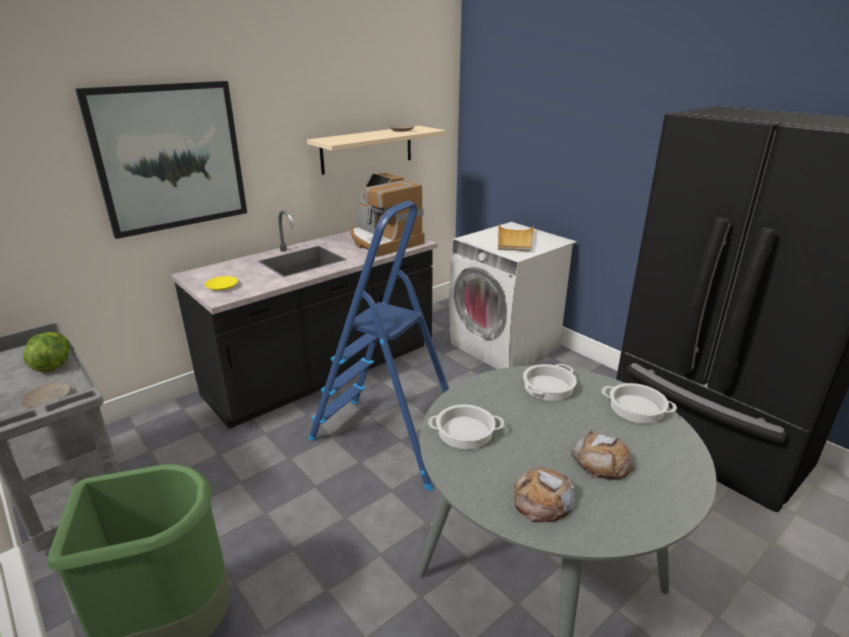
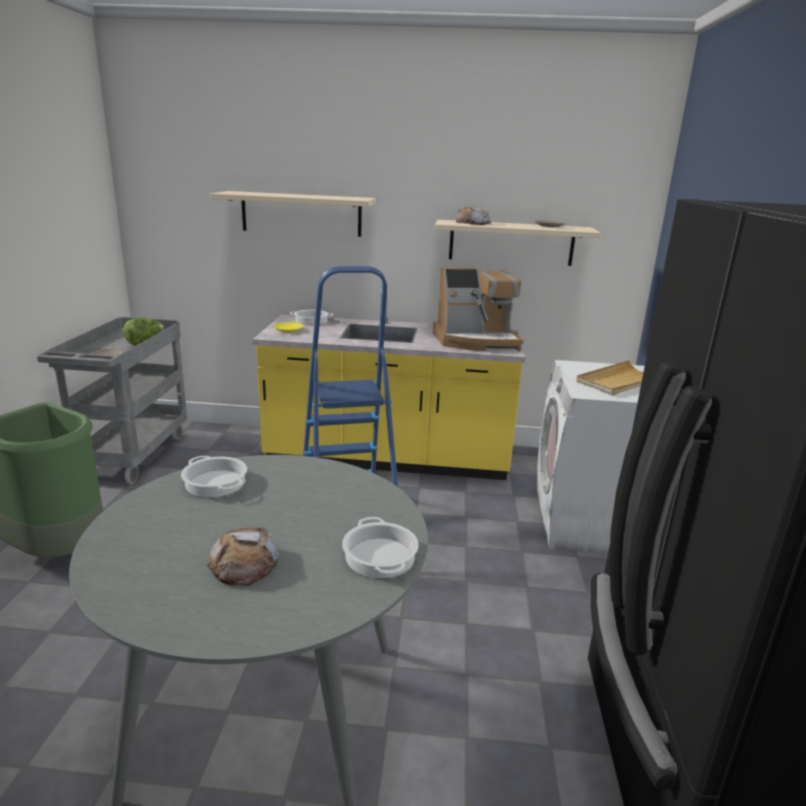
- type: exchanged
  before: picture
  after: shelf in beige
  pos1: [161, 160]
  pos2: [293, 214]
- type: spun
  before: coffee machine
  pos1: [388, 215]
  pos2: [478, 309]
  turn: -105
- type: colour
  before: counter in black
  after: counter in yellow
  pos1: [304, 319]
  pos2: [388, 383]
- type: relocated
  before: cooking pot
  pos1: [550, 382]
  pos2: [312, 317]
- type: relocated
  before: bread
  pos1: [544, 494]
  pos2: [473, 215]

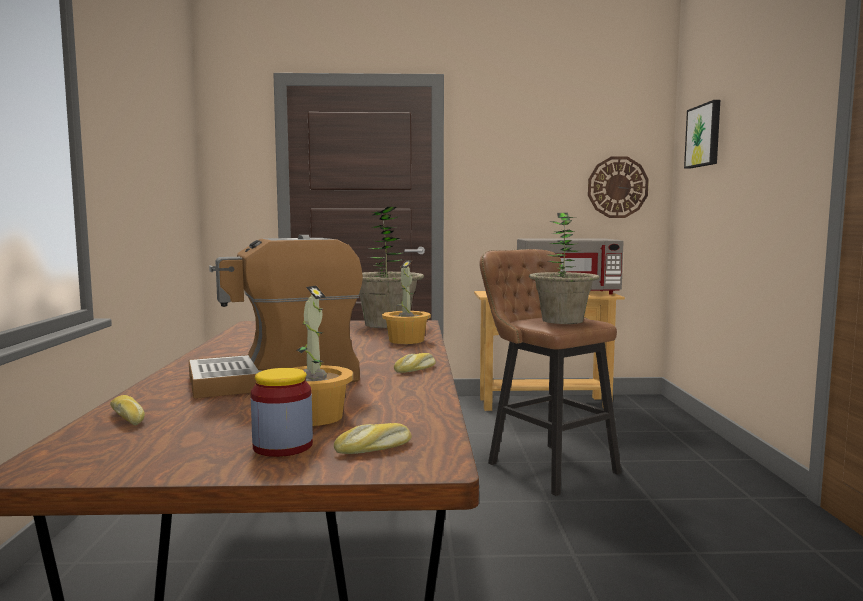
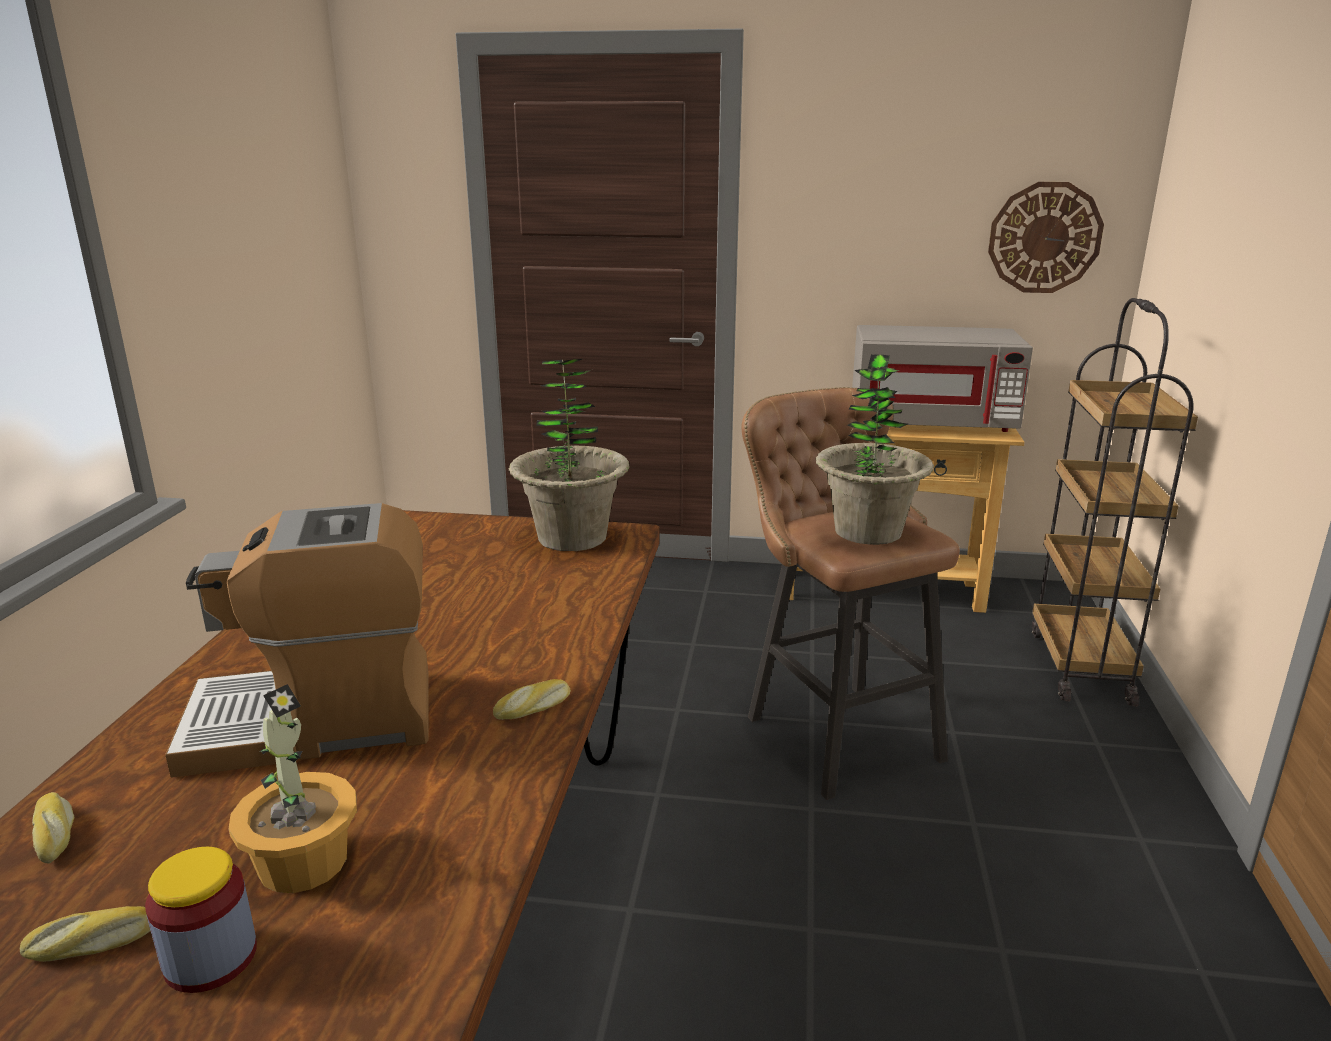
- type: missing
  before: picture
  pos1: [702, 134]
- type: missing
  before: potted plant
  pos1: [406, 302]
- type: relocated
  before: bread
  pos1: [373, 438]
  pos2: [85, 934]
- type: appeared
  after: cart in brown
  pos2: [1115, 502]

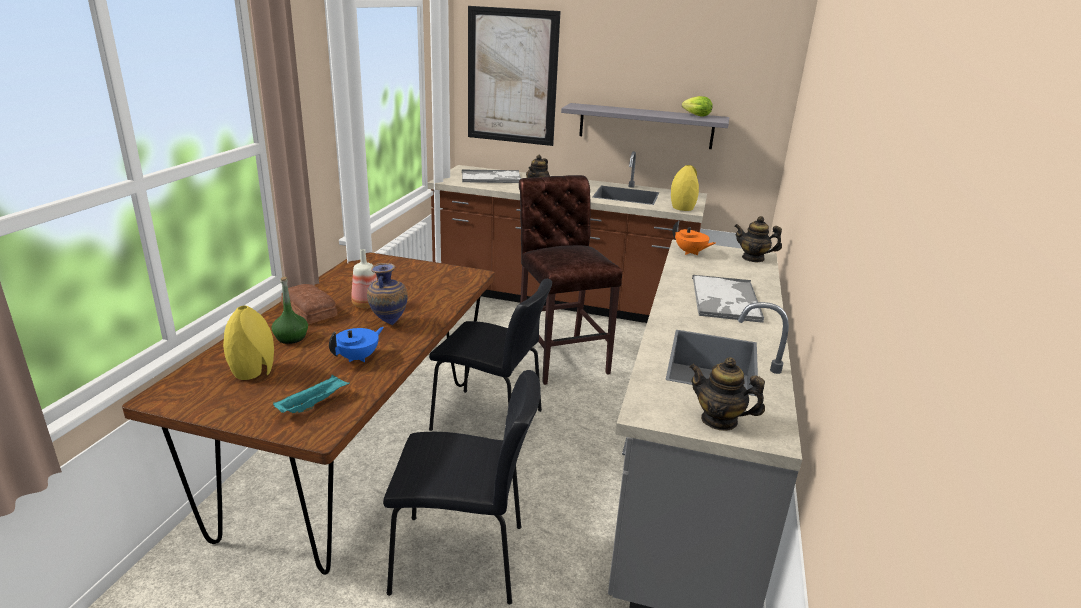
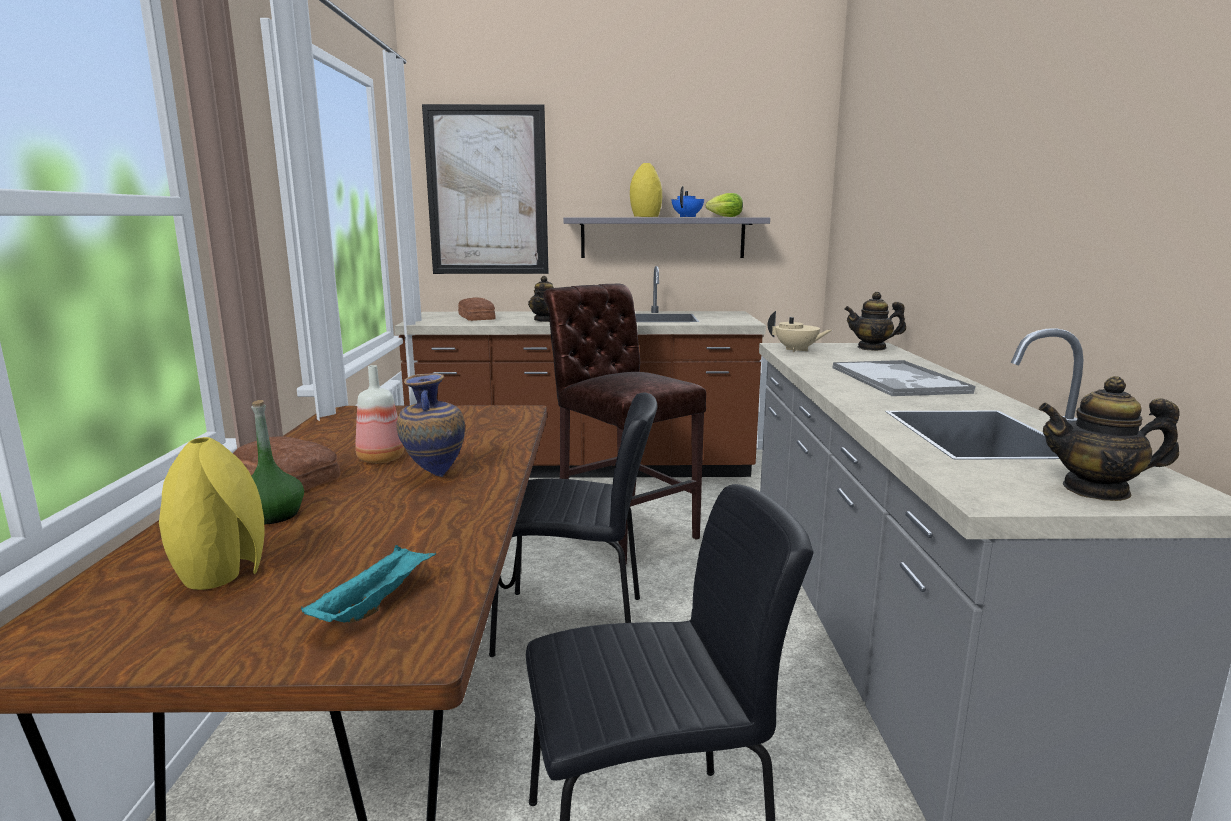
- type: relocated
  before: vase in yellow
  pos1: [685, 188]
  pos2: [646, 190]
- type: exchanged
  before: tray
  after: bread
  pos1: [491, 176]
  pos2: [477, 309]
- type: colour
  before: teapot in orange
  after: teapot in beige
  pos1: [694, 238]
  pos2: [800, 331]
- type: relocated
  before: teapot in blue
  pos1: [356, 344]
  pos2: [688, 201]

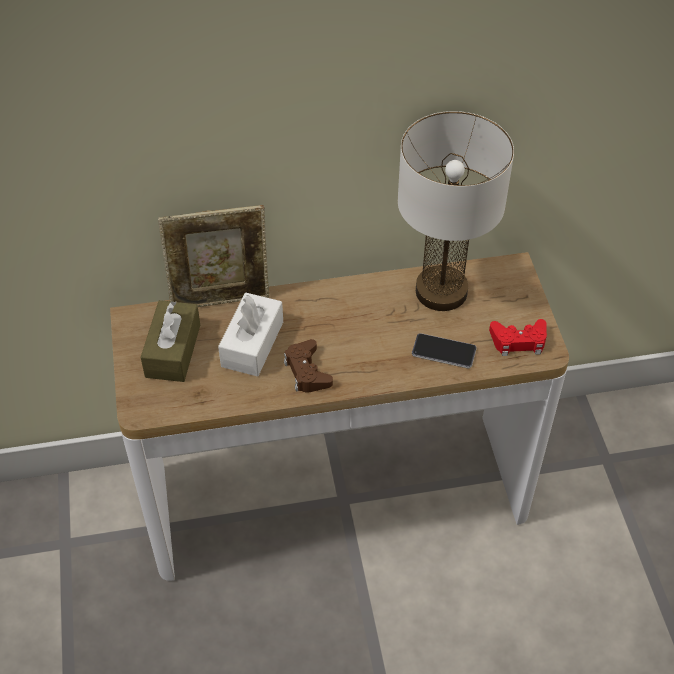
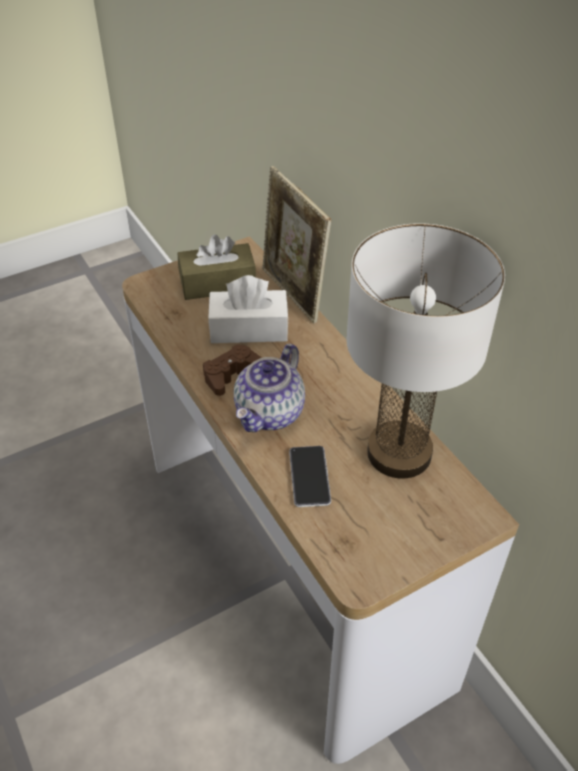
- type: missing
  before: game controller in red
  pos1: [518, 337]
- type: appeared
  after: teapot
  pos2: [269, 388]

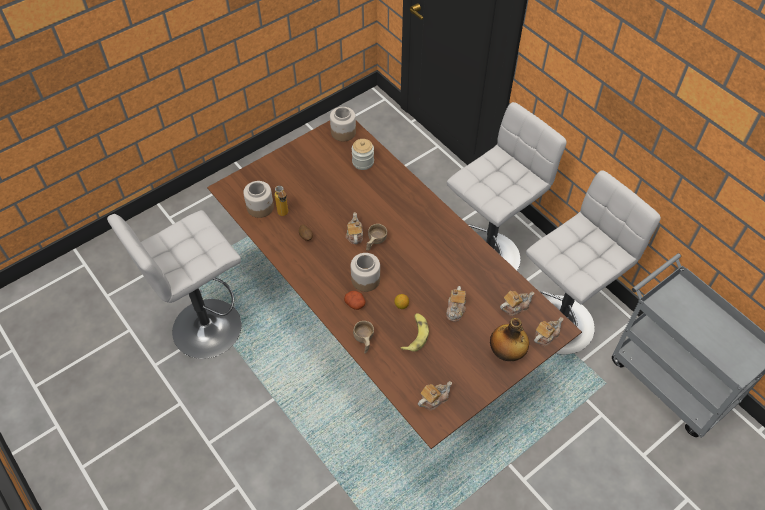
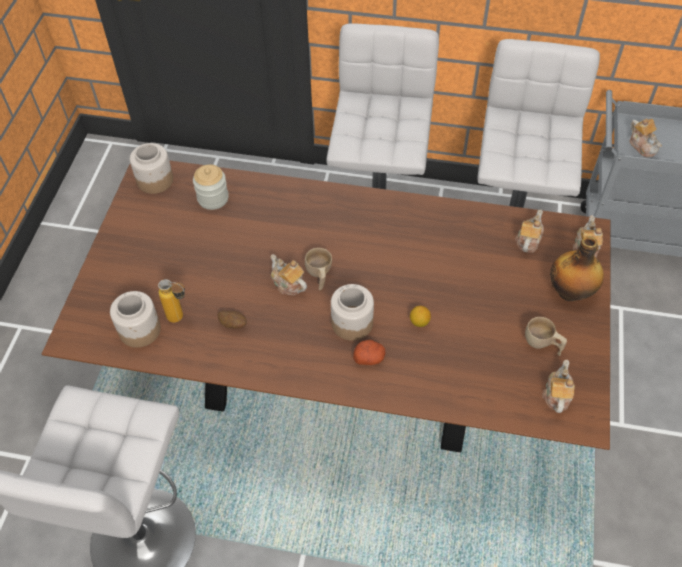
- type: relocated
  before: teapot
  pos1: [456, 303]
  pos2: [646, 138]
- type: missing
  before: banana
  pos1: [414, 332]
- type: relocated
  before: cup in beige
  pos1: [363, 337]
  pos2: [546, 336]

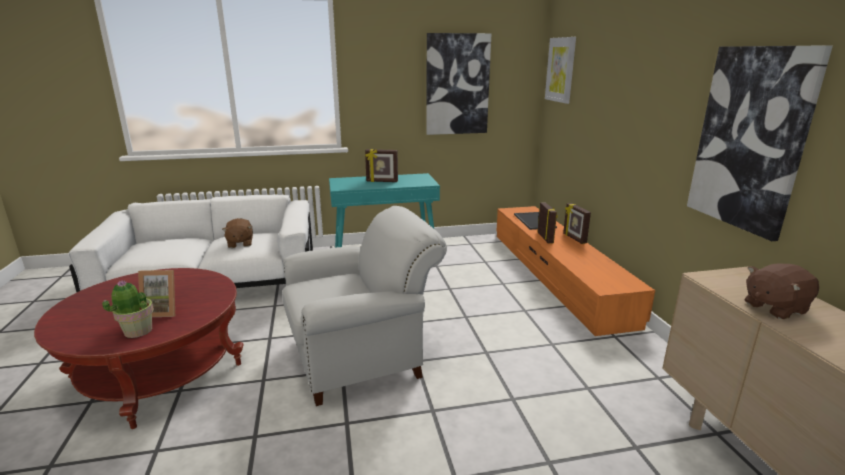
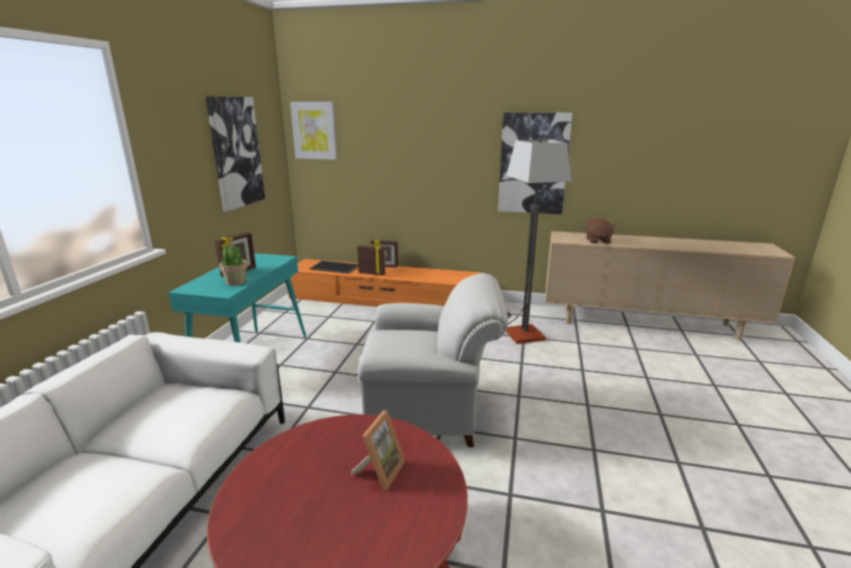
- type: spun
  before: armchair in white
  pos1: [364, 306]
  pos2: [433, 360]
  turn: 90
- type: missing
  before: plush toy in brown
  pos1: [237, 233]
- type: relocated
  before: potted plant
  pos1: [128, 309]
  pos2: [233, 264]
- type: appeared
  after: floor lamp
  pos2: [538, 241]

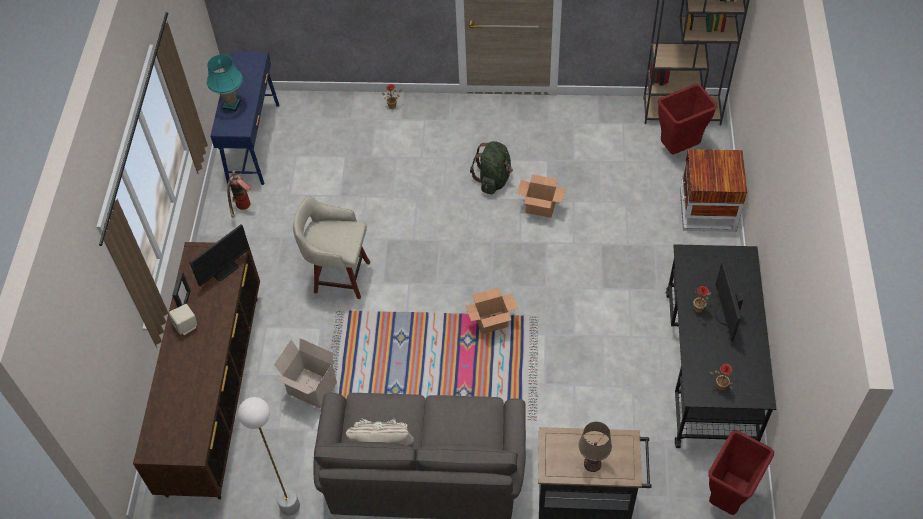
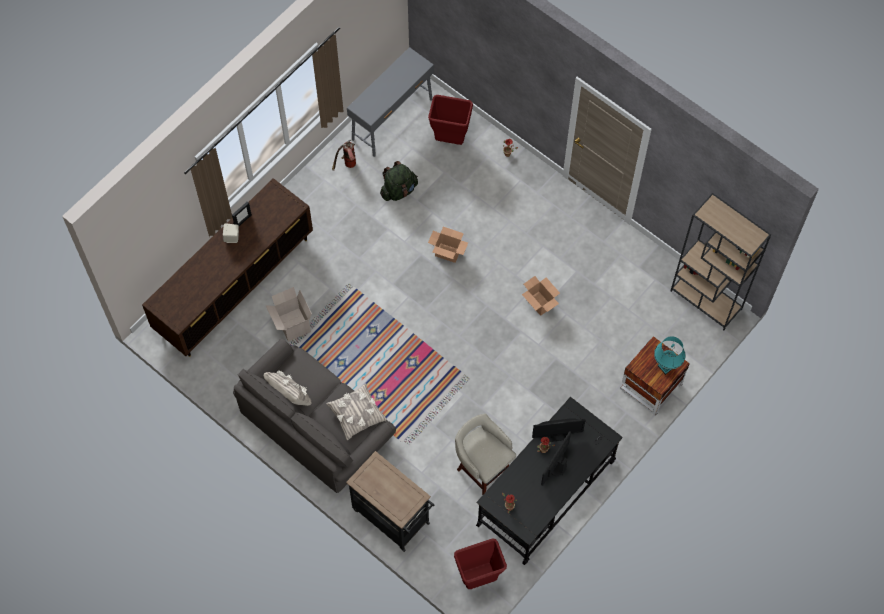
- type: colour
  before: console table in blue
  after: console table in grey
  pos1: [245, 118]
  pos2: [390, 102]
- type: relocated
  before: table lamp in turquoise
  pos1: [225, 83]
  pos2: [670, 355]
- type: relocated
  before: trash can in red
  pos1: [687, 119]
  pos2: [450, 120]
- type: relocated
  before: backpack in green
  pos1: [491, 167]
  pos2: [399, 181]
- type: relocated
  before: stool in beige
  pos1: [331, 247]
  pos2: [485, 454]
- type: relocated
  before: monitor
  pos1: [220, 255]
  pos2: [559, 430]
- type: relocated
  before: cardboard box
  pos1: [491, 311]
  pos2: [448, 245]
- type: missing
  before: floor lamp in white
  pos1: [269, 456]
- type: missing
  before: table lamp in brown
  pos1: [595, 447]
- type: appeared
  after: pillow in beige
  pos2: [357, 411]

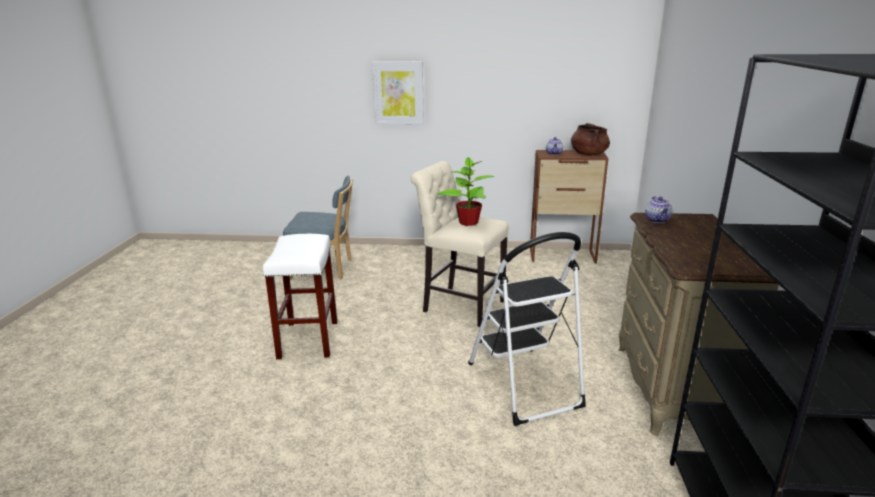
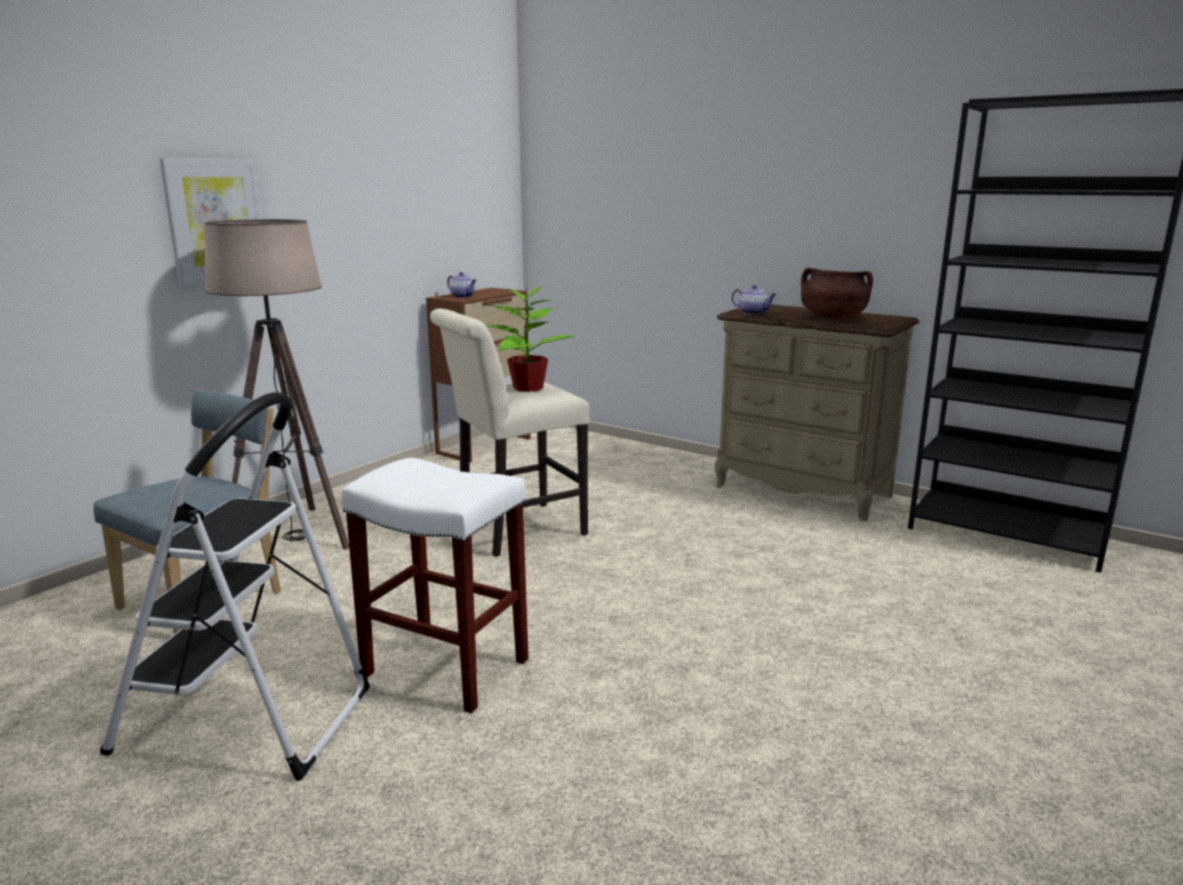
- type: relocated
  before: cooking pot in brown
  pos1: [590, 139]
  pos2: [837, 293]
- type: relocated
  before: step ladder
  pos1: [527, 329]
  pos2: [235, 586]
- type: appeared
  after: floor lamp
  pos2: [276, 384]

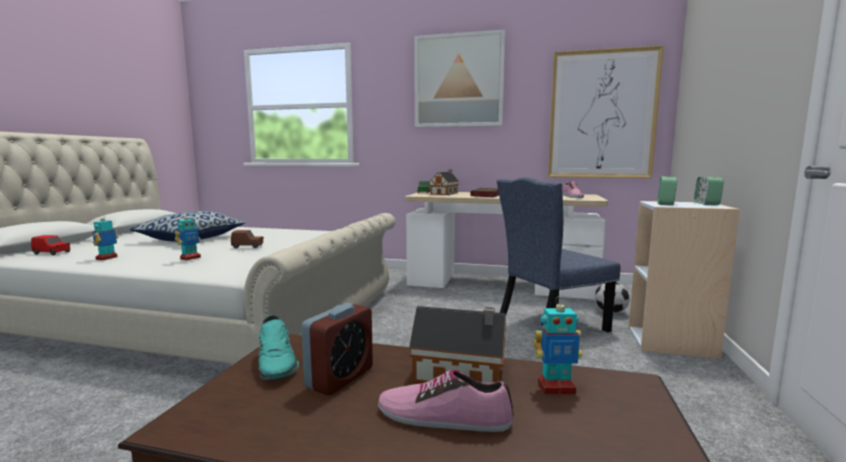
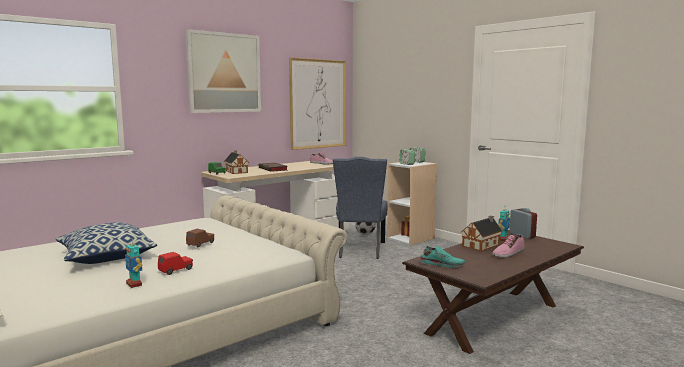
- type: missing
  before: toy robot
  pos1: [188, 238]
- type: relocated
  before: toy car in red
  pos1: [50, 245]
  pos2: [175, 263]
- type: relocated
  before: alarm clock
  pos1: [337, 349]
  pos2: [523, 223]

